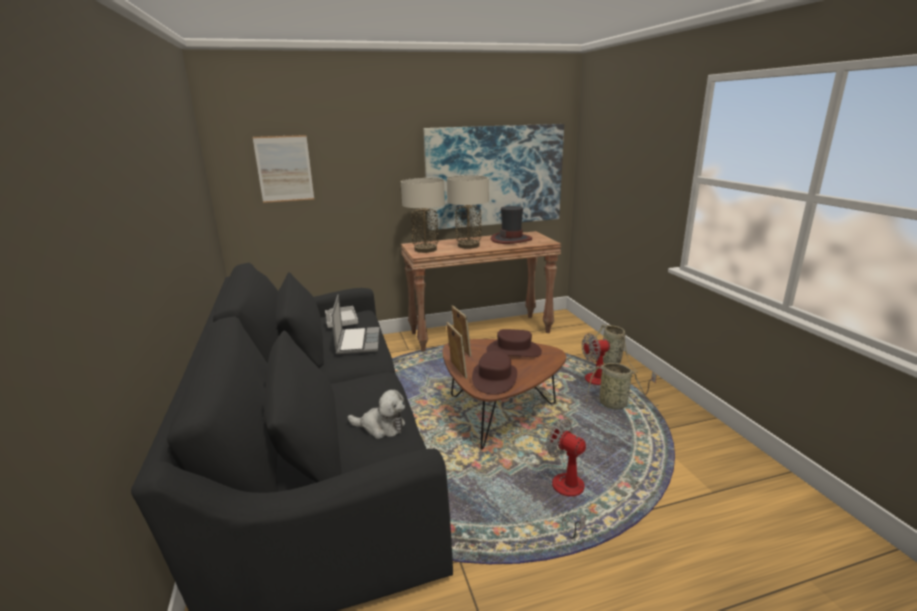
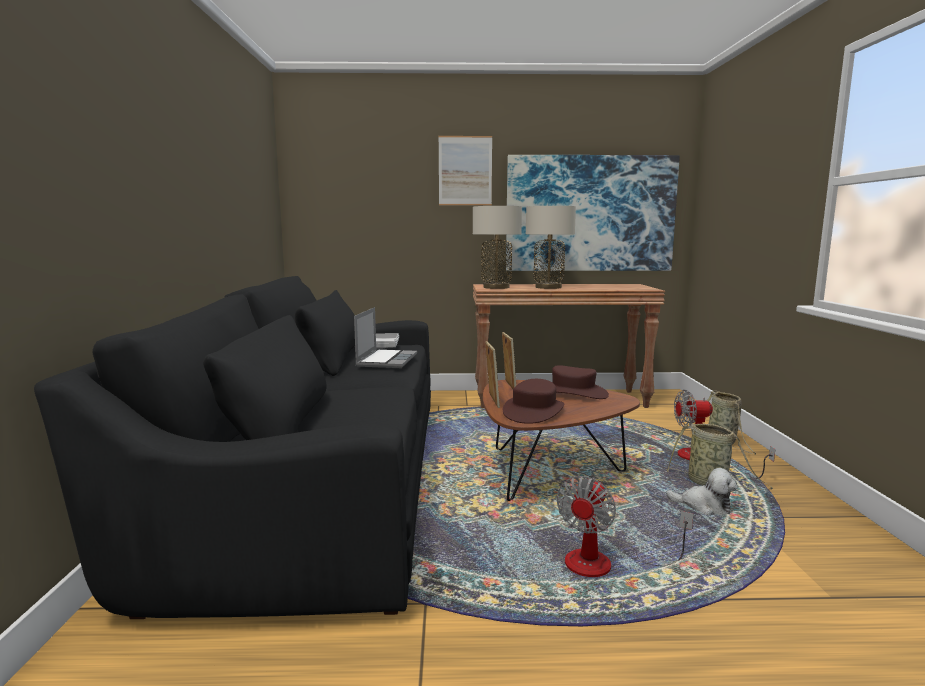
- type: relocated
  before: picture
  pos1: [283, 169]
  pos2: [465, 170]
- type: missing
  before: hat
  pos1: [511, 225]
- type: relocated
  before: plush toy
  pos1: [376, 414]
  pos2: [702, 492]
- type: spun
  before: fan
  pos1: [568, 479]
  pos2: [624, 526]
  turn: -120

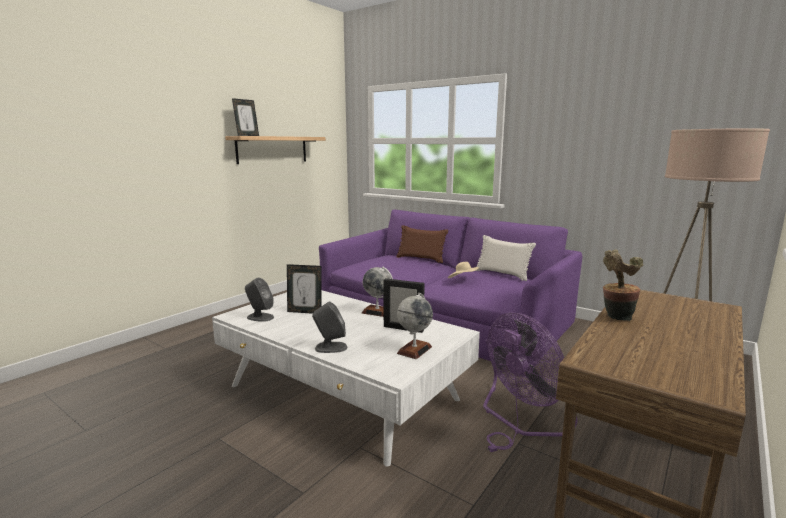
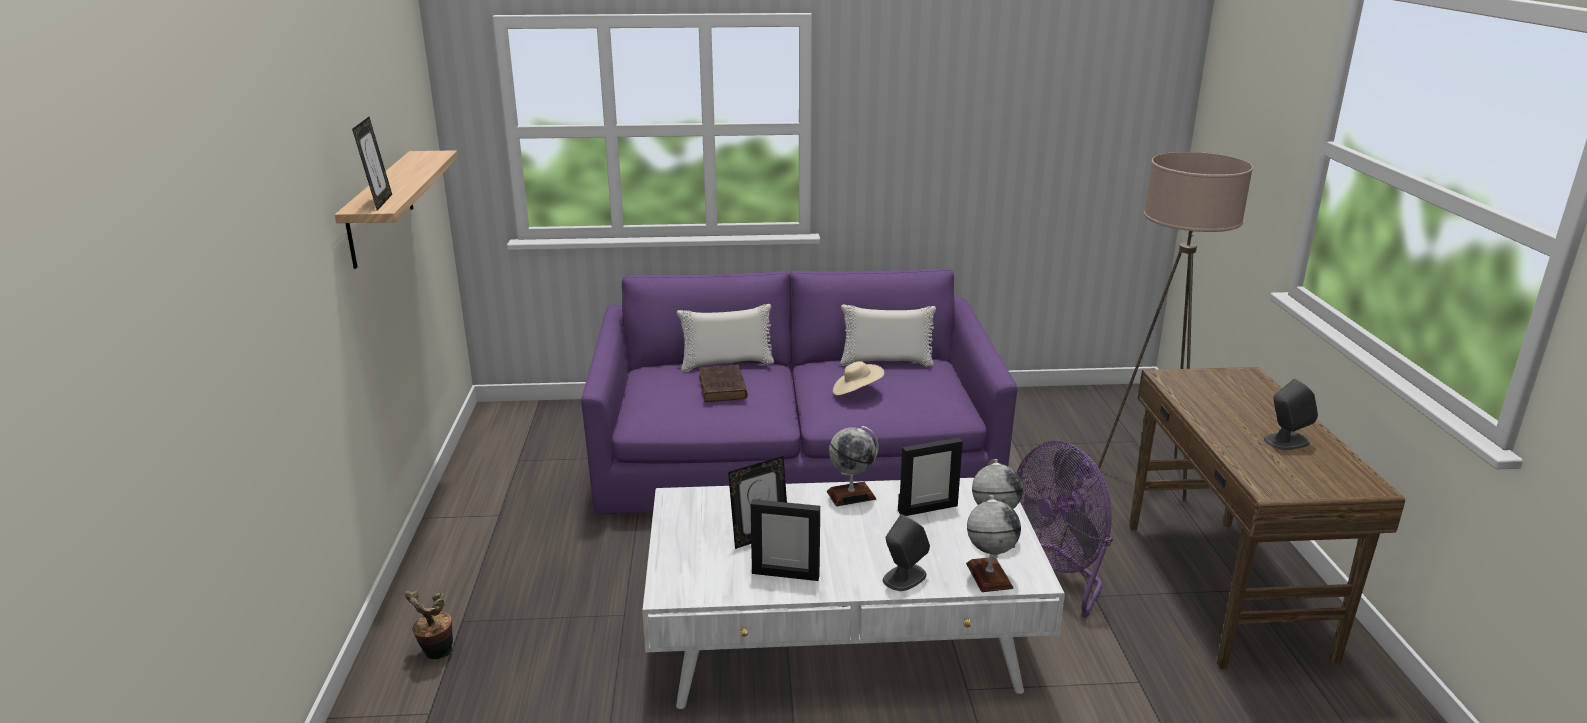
- type: colour
  before: pillow in brown
  after: pillow in white
  pos1: [422, 244]
  pos2: [725, 338]
- type: relocated
  before: potted plant
  pos1: [623, 285]
  pos2: [428, 625]
- type: relocated
  before: speaker in grey
  pos1: [259, 300]
  pos2: [1291, 414]
- type: spun
  before: fan in purple
  pos1: [530, 382]
  pos2: [1064, 529]
  turn: -135
- type: appeared
  after: book in brown
  pos2: [723, 383]
- type: appeared
  after: globe
  pos2: [993, 543]
- type: appeared
  after: picture frame
  pos2: [785, 540]

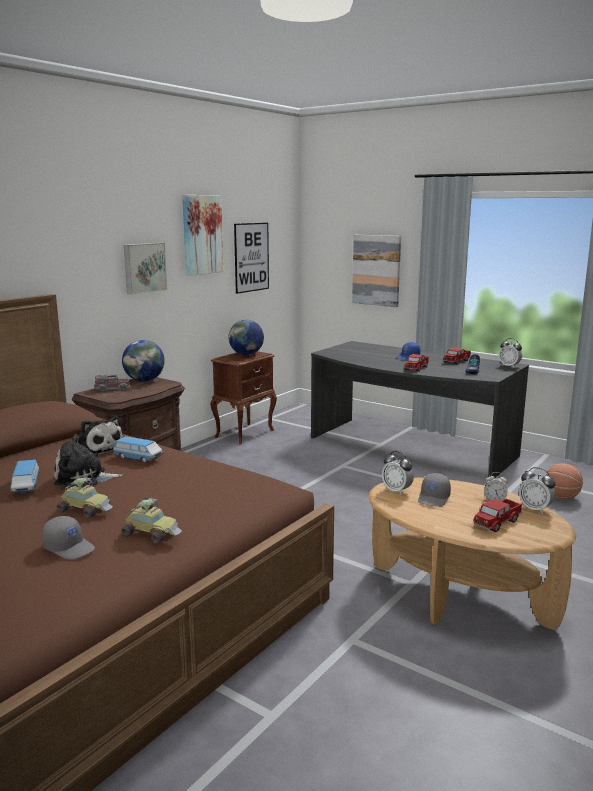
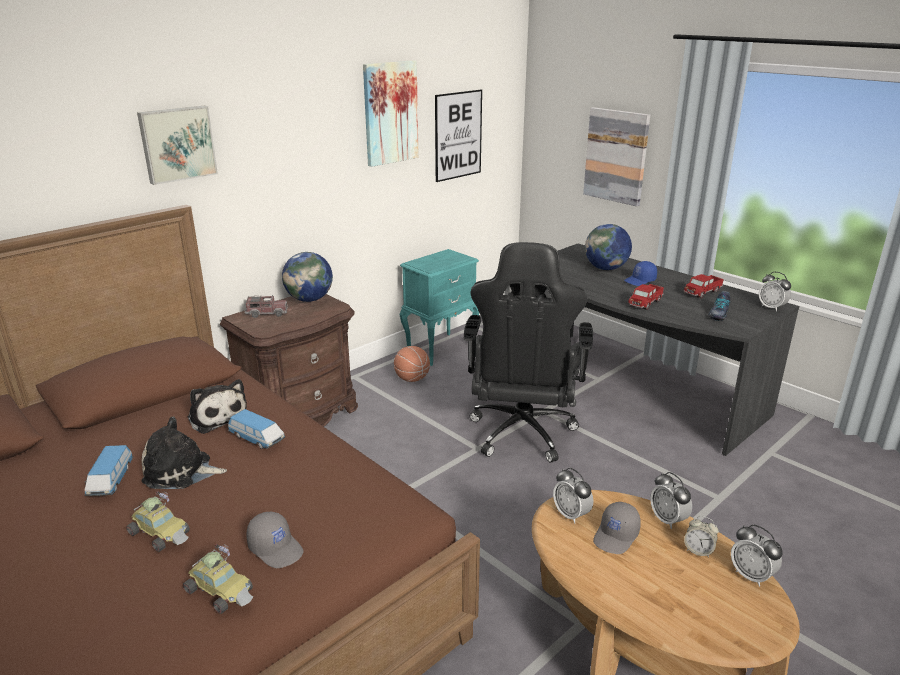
- type: relocated
  before: picture
  pos1: [145, 269]
  pos2: [177, 145]
- type: relocated
  before: globe
  pos1: [246, 337]
  pos2: [608, 247]
- type: colour
  before: nightstand in brown
  after: nightstand in turquoise
  pos1: [243, 398]
  pos2: [439, 307]
- type: relocated
  before: basketball
  pos1: [564, 481]
  pos2: [412, 364]
- type: missing
  before: toy truck
  pos1: [497, 515]
- type: relocated
  before: cap in grey
  pos1: [68, 538]
  pos2: [275, 540]
- type: appeared
  after: office chair in black
  pos2: [528, 352]
- type: appeared
  after: alarm clock
  pos2: [671, 500]

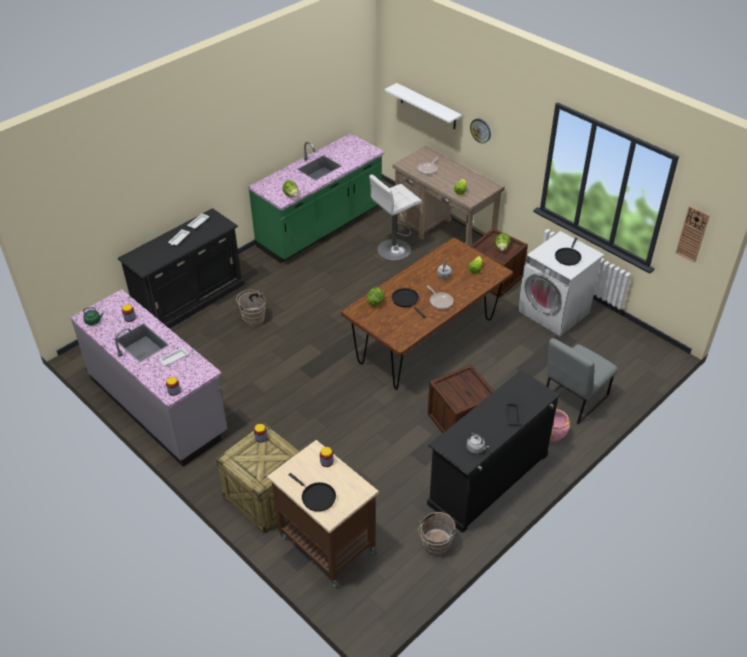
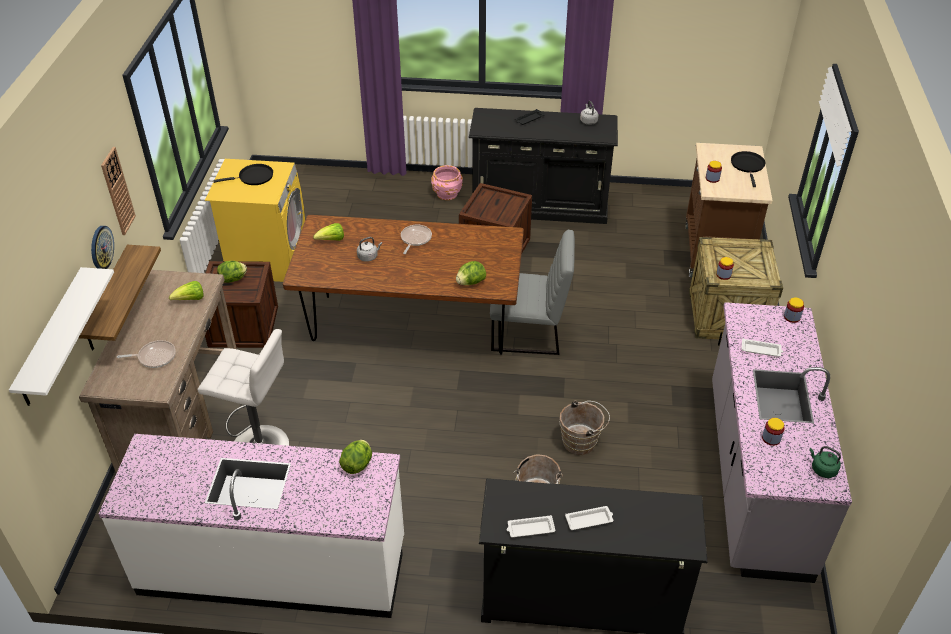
- type: colour
  before: counter in green
  after: counter in white
  pos1: [316, 198]
  pos2: [251, 526]
- type: relocated
  before: wall clock
  pos1: [693, 234]
  pos2: [118, 191]
- type: colour
  before: washing machine in white
  after: washing machine in yellow
  pos1: [561, 284]
  pos2: [255, 220]
- type: missing
  before: frying pan in black
  pos1: [408, 302]
- type: relocated
  before: chair in grey
  pos1: [582, 381]
  pos2: [532, 292]
- type: relocated
  before: bucket in brown
  pos1: [436, 534]
  pos2: [585, 427]
- type: appeared
  after: shelf
  pos2: [120, 298]

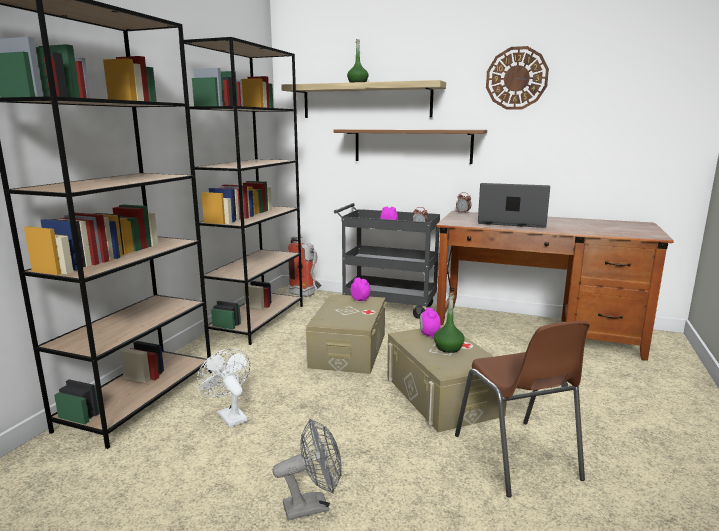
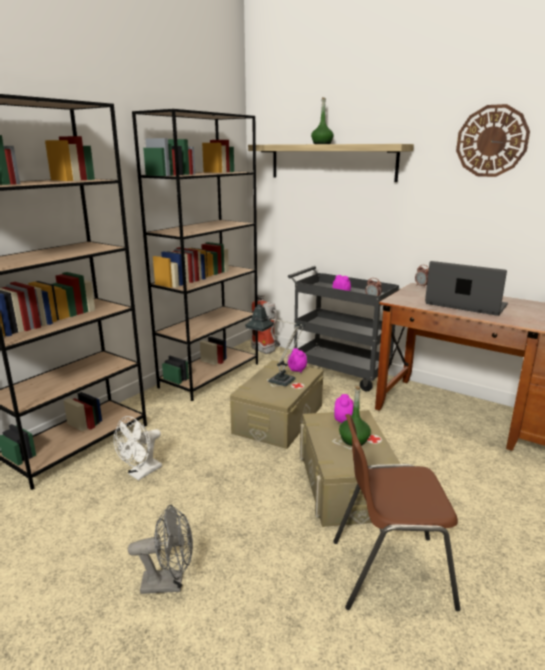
- type: missing
  before: shelf in brown
  pos1: [410, 146]
- type: spun
  before: chair in brown
  pos1: [522, 409]
  pos2: [396, 512]
  turn: 90
- type: spun
  before: fan in white
  pos1: [223, 388]
  pos2: [138, 448]
  turn: -120
- type: appeared
  after: table lamp
  pos2: [275, 344]

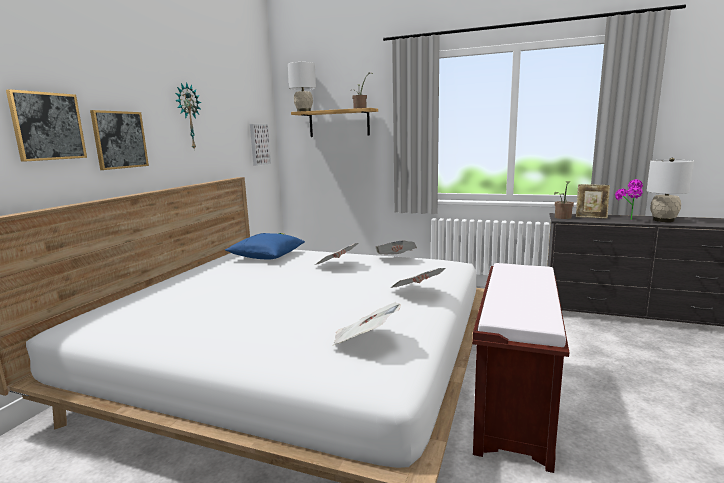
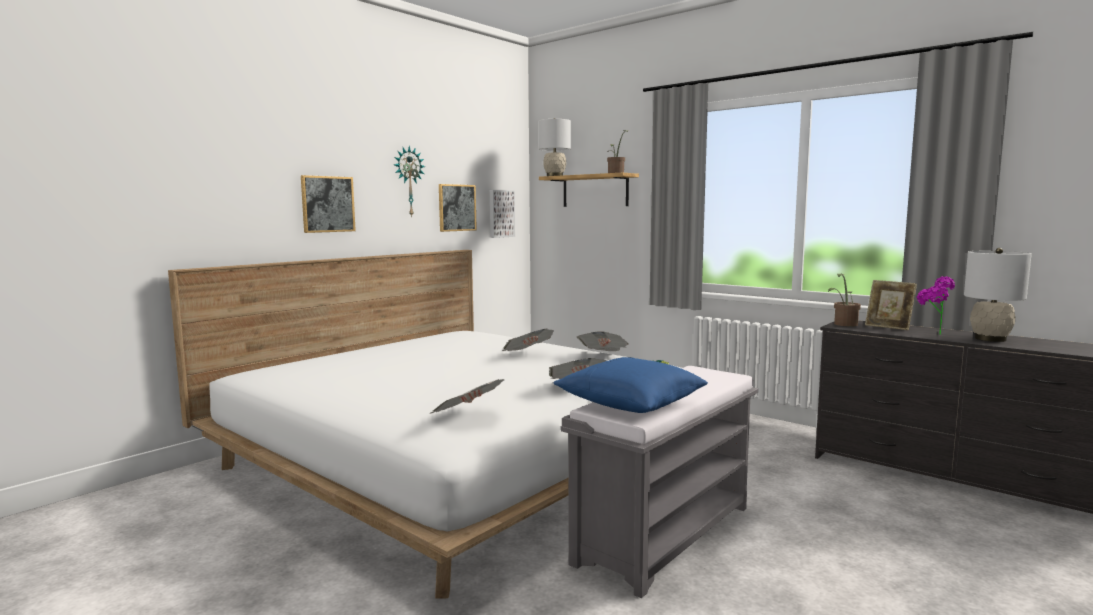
- type: relocated
  before: picture
  pos1: [46, 125]
  pos2: [458, 208]
- type: relocated
  before: pillow in blue
  pos1: [265, 246]
  pos2: [630, 385]
- type: colour
  before: bench in brown
  after: bench in grey
  pos1: [520, 368]
  pos2: [659, 482]

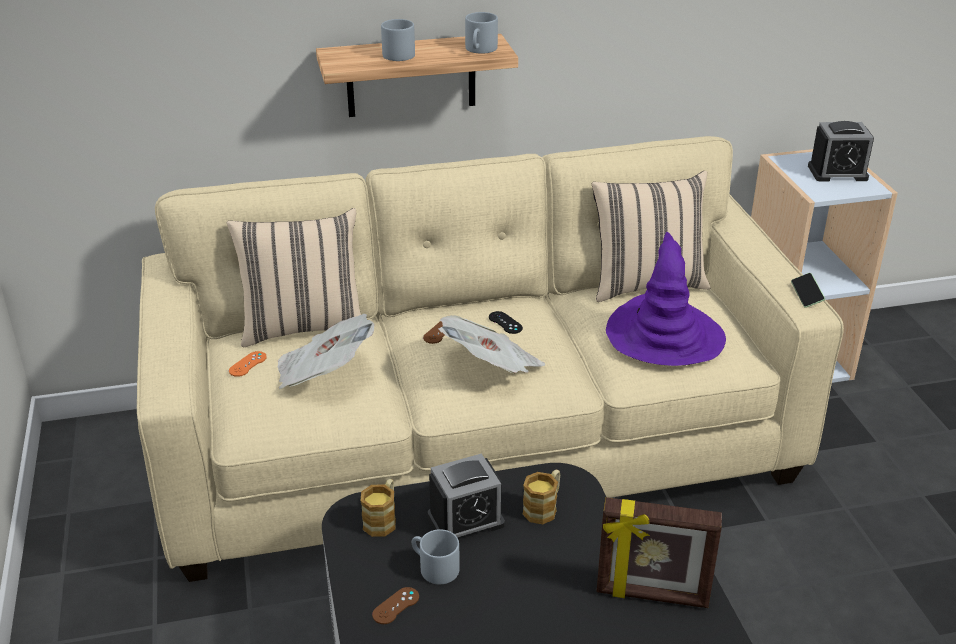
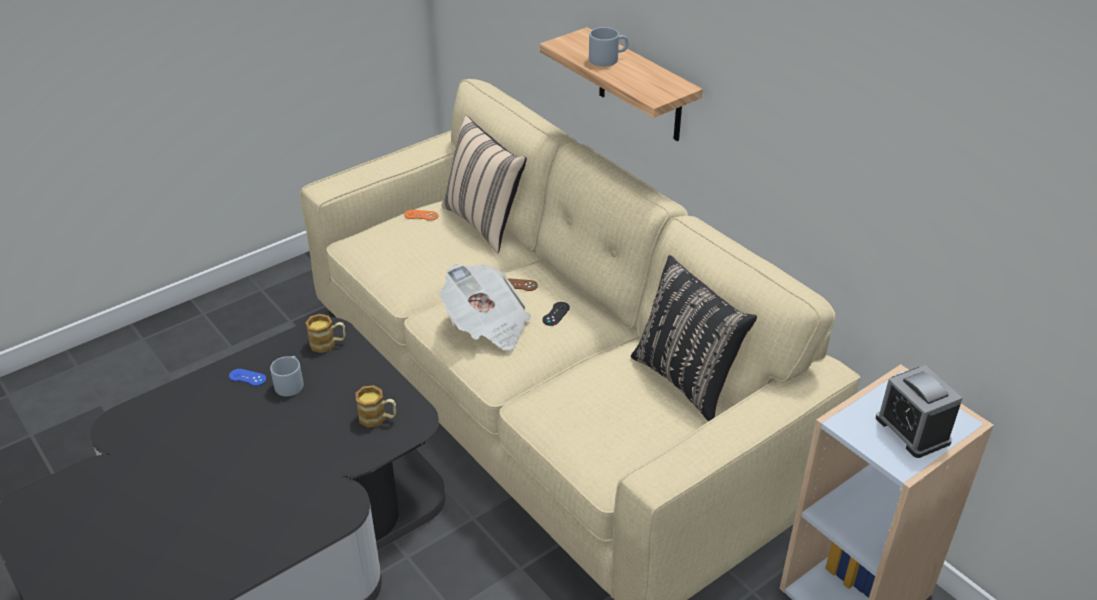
- type: missing
  before: mug in grey
  pos1: [481, 33]
- type: colour
  before: pillow in beige
  after: pillow in black
  pos1: [650, 236]
  pos2: [694, 338]
- type: missing
  before: hat in purple
  pos1: [666, 299]
- type: missing
  before: phone
  pos1: [808, 290]
- type: missing
  before: newspaper
  pos1: [326, 351]
- type: missing
  before: alarm clock
  pos1: [466, 496]
- type: missing
  before: picture frame
  pos1: [659, 552]
- type: colour
  before: game controller in brown
  after: game controller in blue
  pos1: [395, 605]
  pos2: [247, 377]

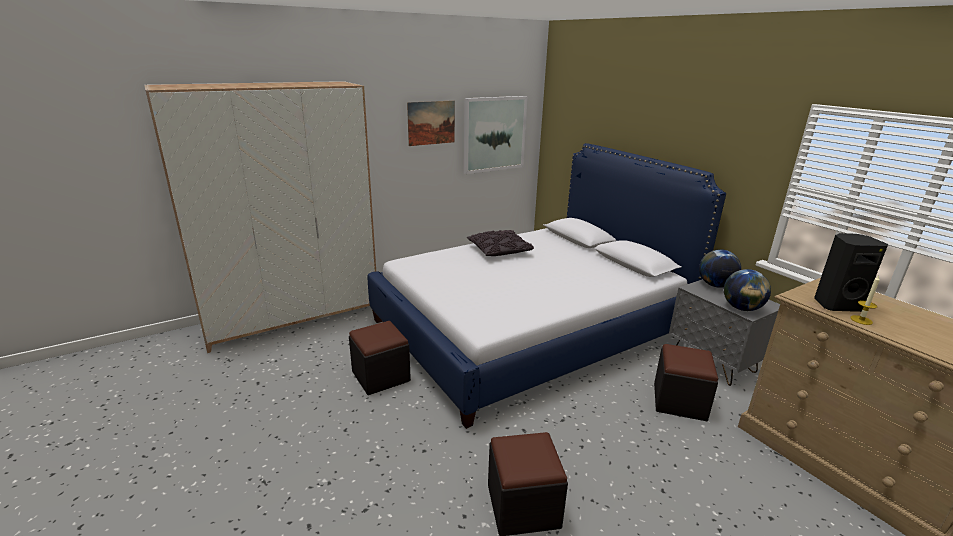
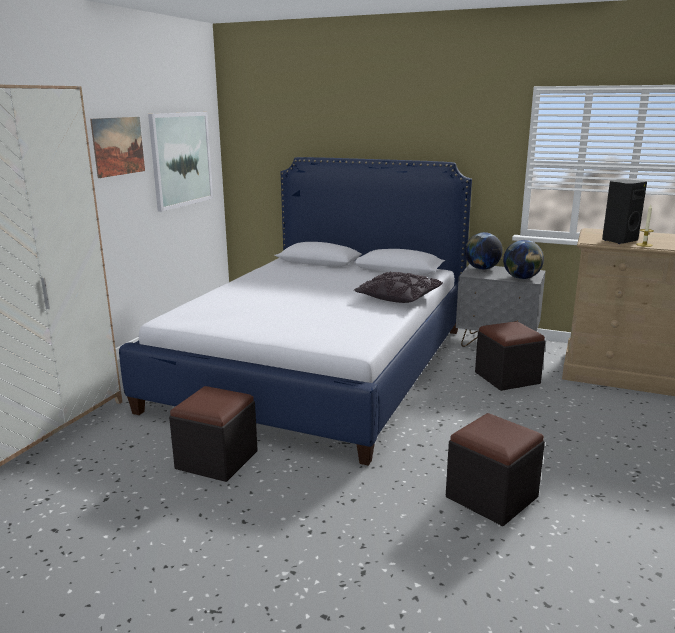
- type: relocated
  before: pillow in black
  pos1: [500, 243]
  pos2: [398, 287]

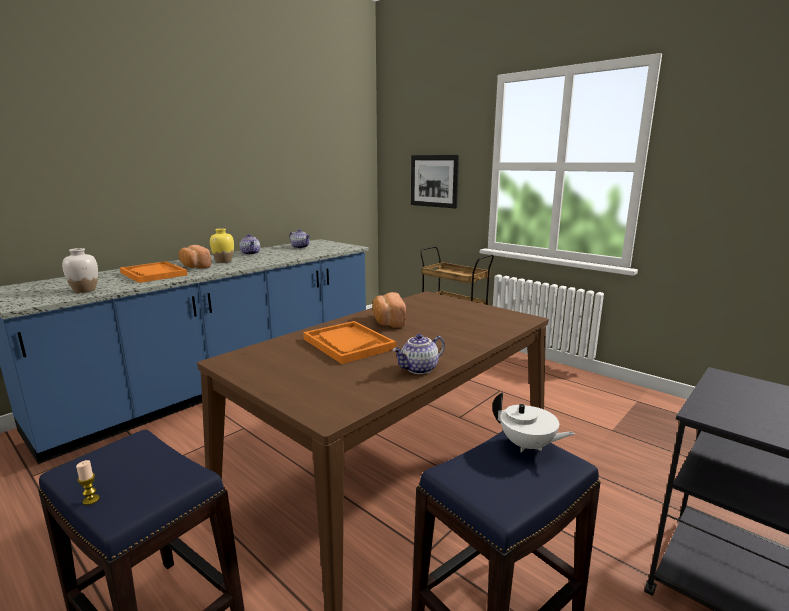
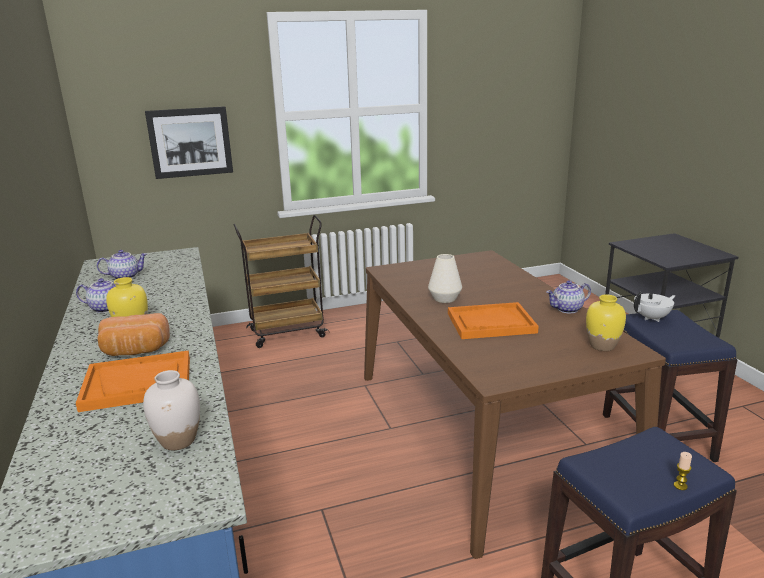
- type: exchanged
  before: bread
  after: vase in white
  pos1: [389, 310]
  pos2: [445, 278]
- type: spun
  before: teapot
  pos1: [419, 354]
  pos2: [568, 297]
  turn: 75
- type: appeared
  after: vase in yellow
  pos2: [606, 322]

